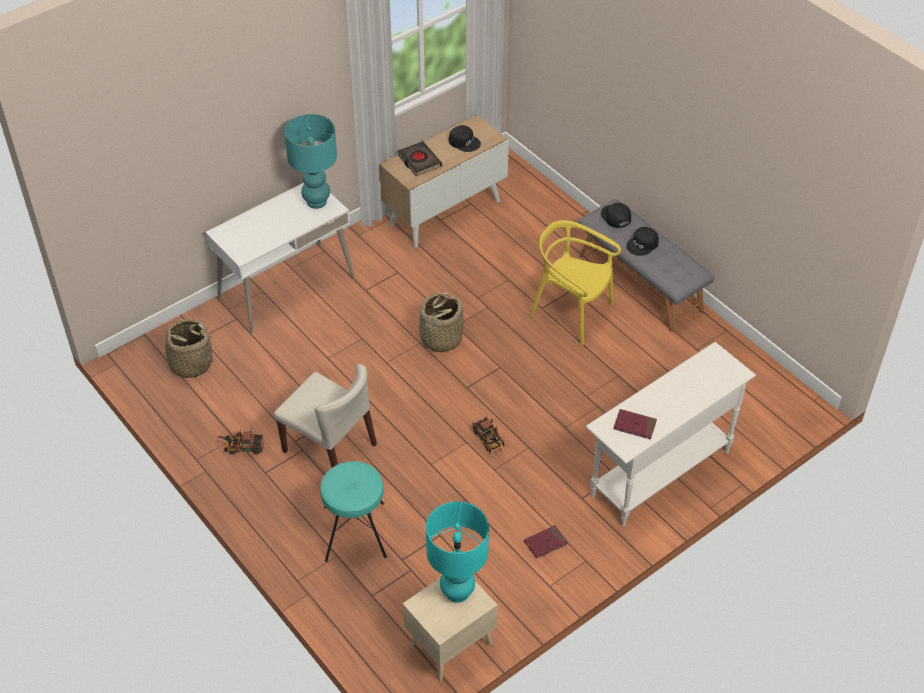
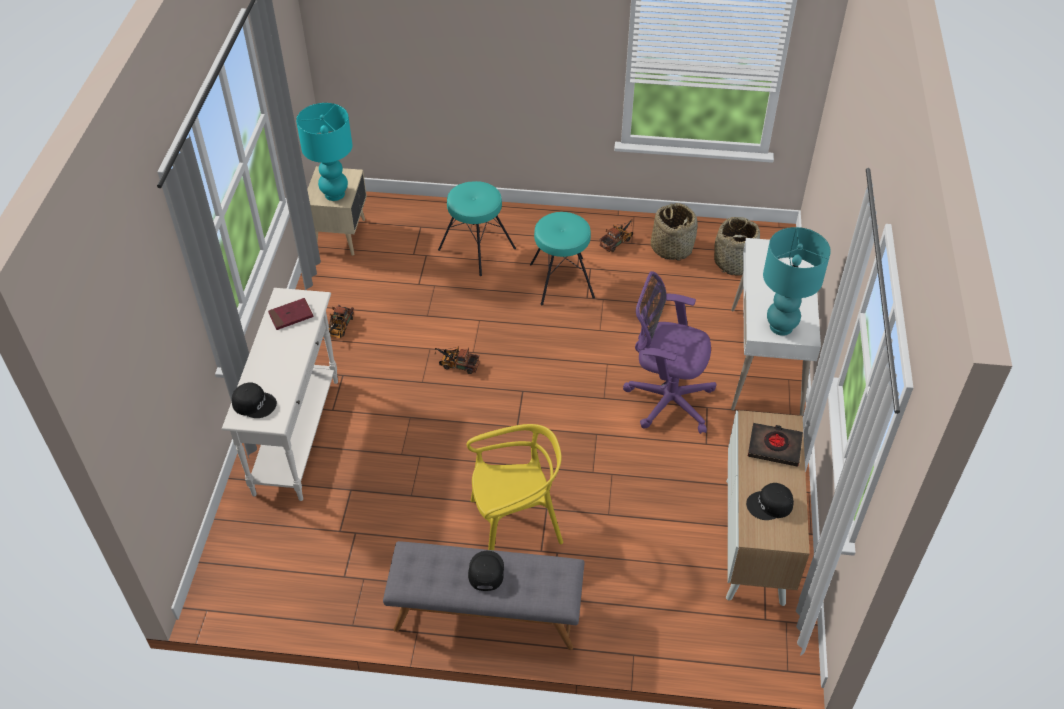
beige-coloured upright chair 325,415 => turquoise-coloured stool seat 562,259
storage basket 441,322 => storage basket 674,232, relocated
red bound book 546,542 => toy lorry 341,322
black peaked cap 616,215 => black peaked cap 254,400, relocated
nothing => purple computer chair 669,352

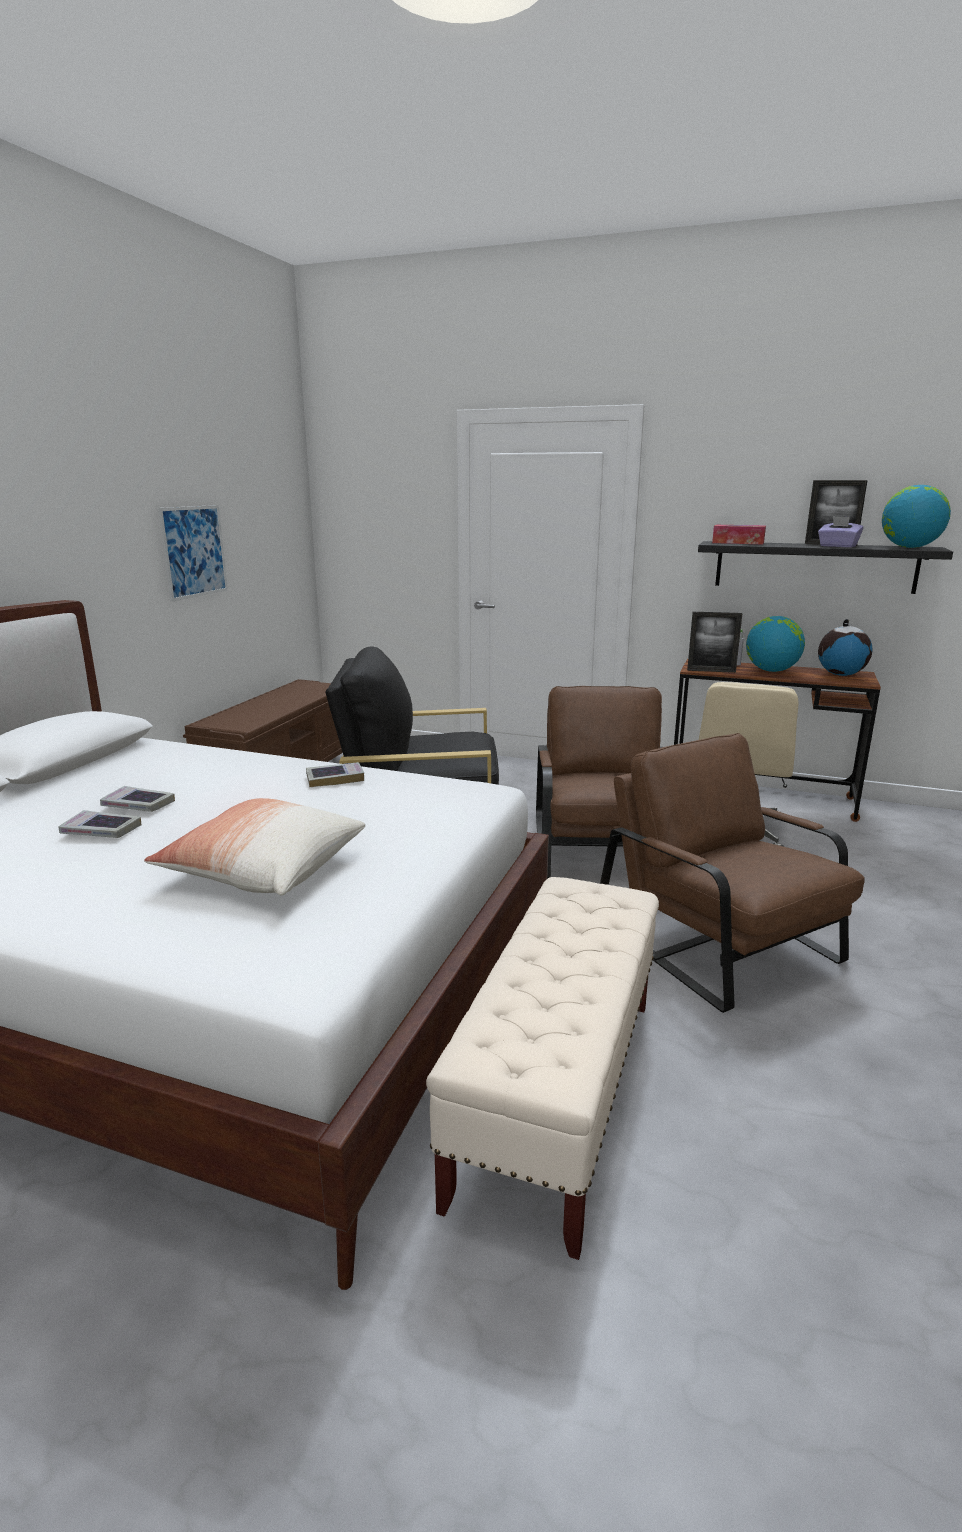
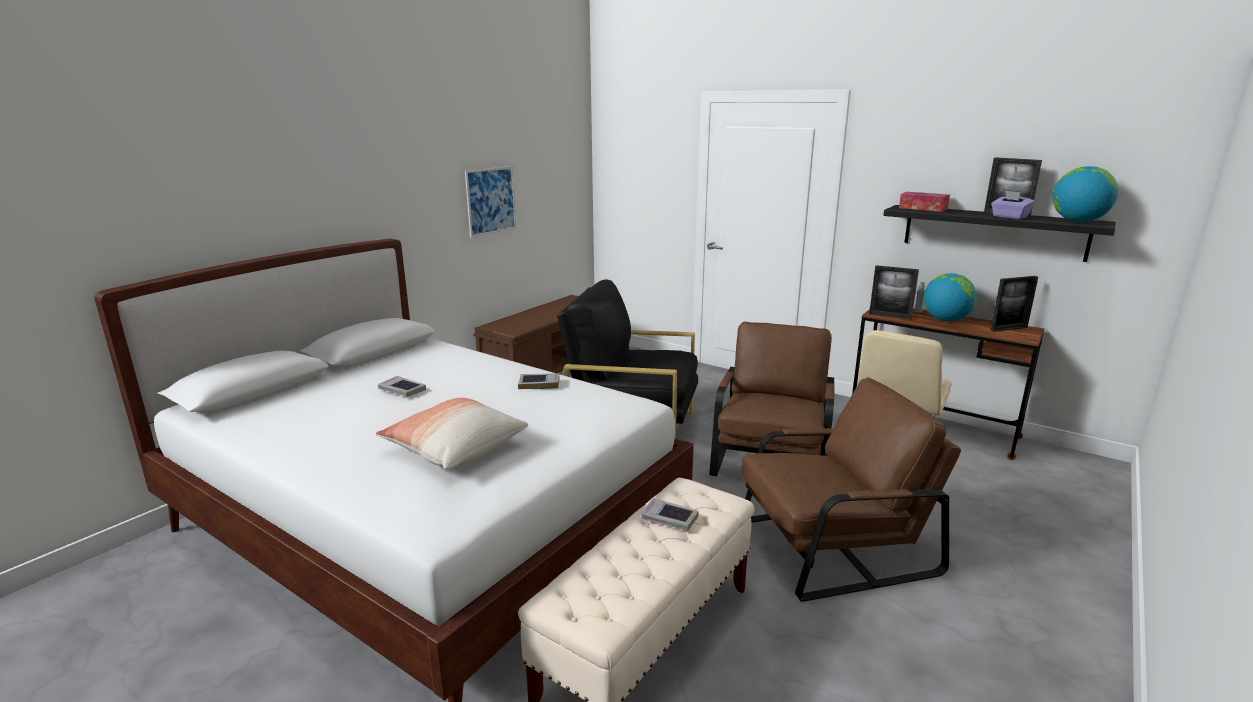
bound book 100,824 => bound book 670,514, relocated
brown armchair 732,873 => brown armchair 851,489, 90 degrees clockwise
globe 845,647 => picture frame 1014,304

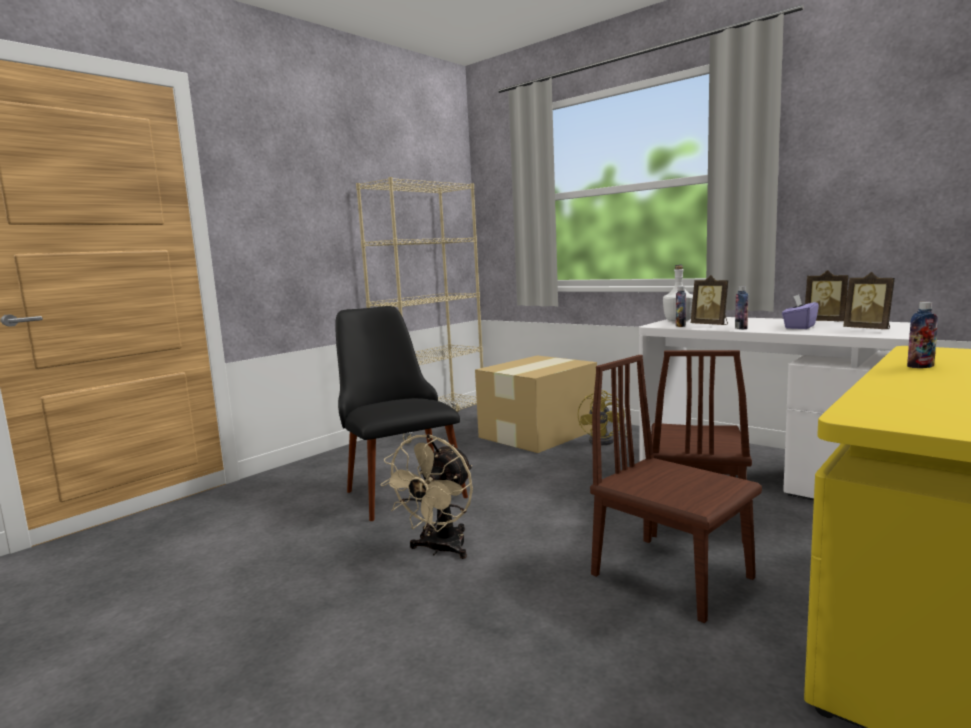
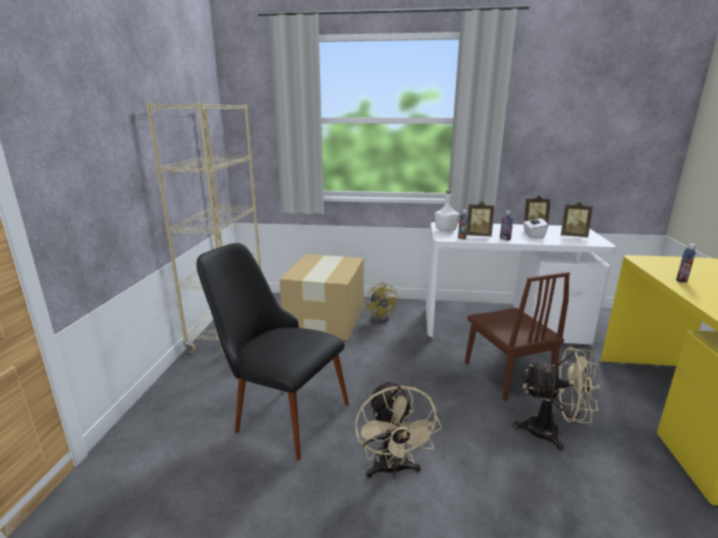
brown upright chair 676,489 => beige-coloured electric fan 557,399
purple tissue holder 800,312 => white-coloured tissue holder 535,226

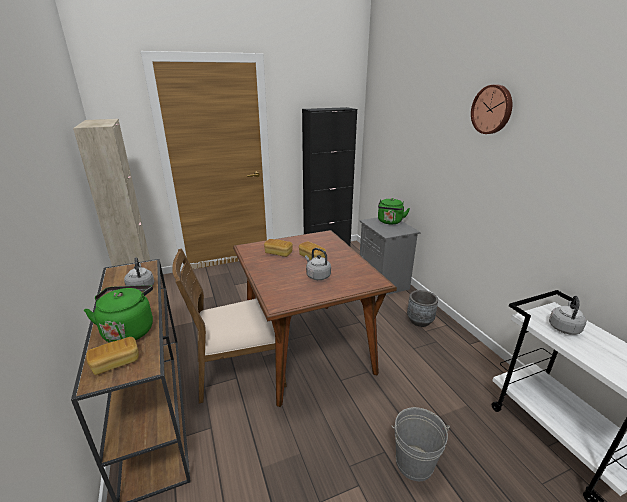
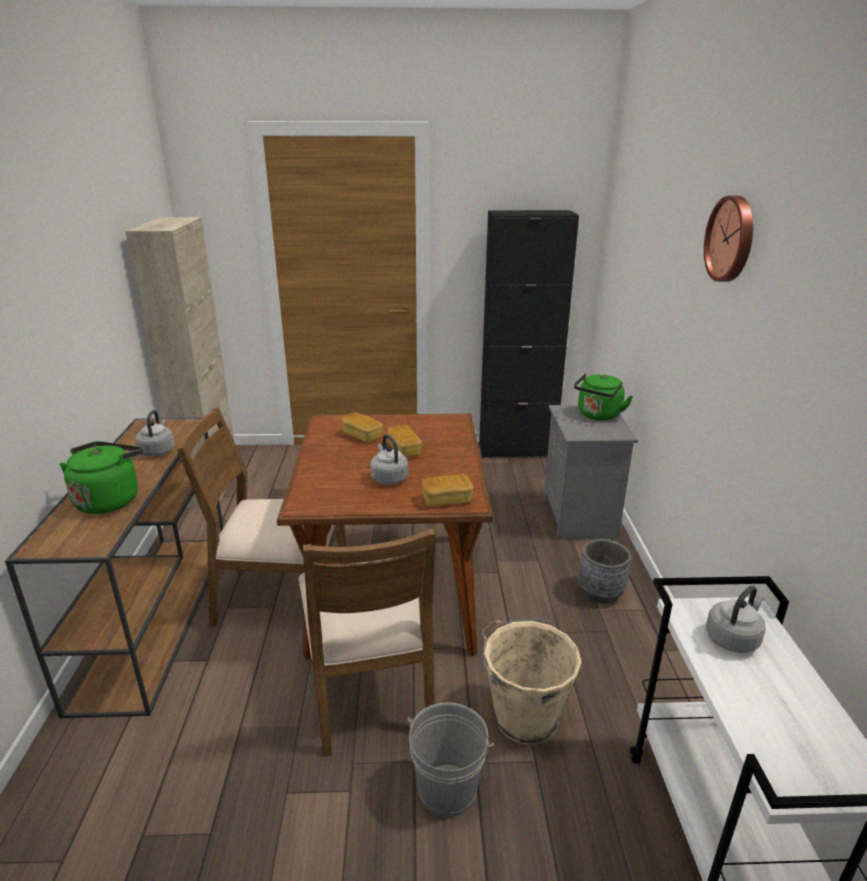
baked bread 112,356 => baked bread 447,490, relocated
nothing => brown upright chair 366,642
nothing => beige-coloured pail 531,682

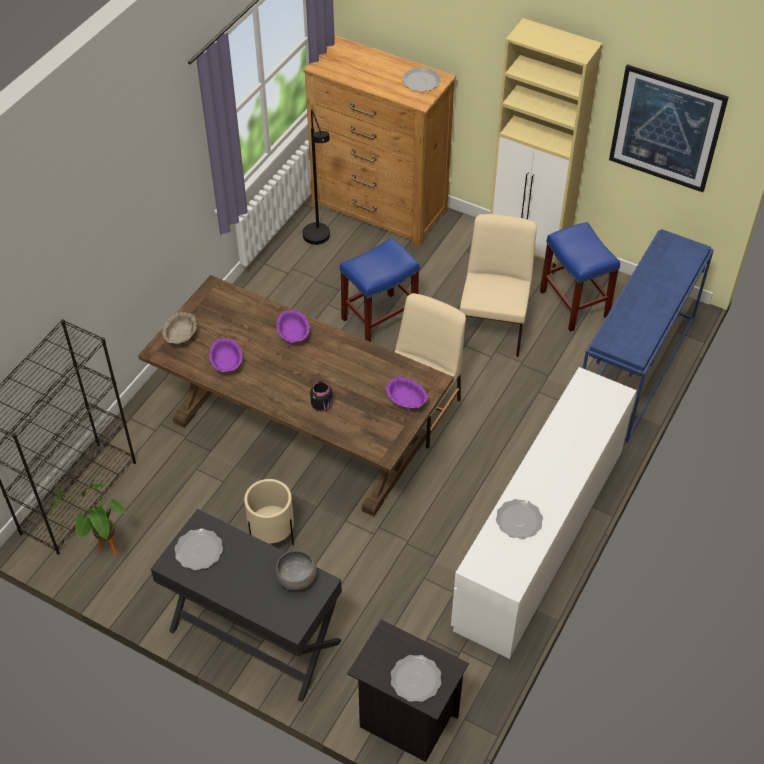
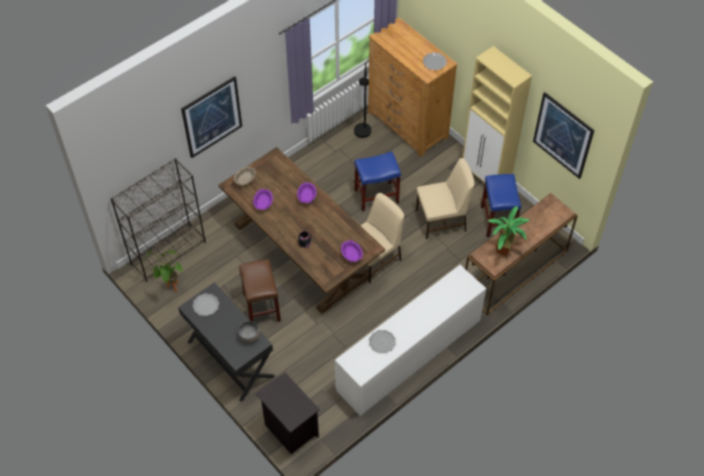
beige-coloured plant pot 269,512 => brown stool seat 260,290
plate 416,678 => nothing
beige-coloured upright chair 498,285 => beige-coloured upright chair 445,199, 45 degrees clockwise
blue-coloured console table 648,335 => brown console table 521,254
nothing => wall picture 211,117
nothing => houseplant 508,231

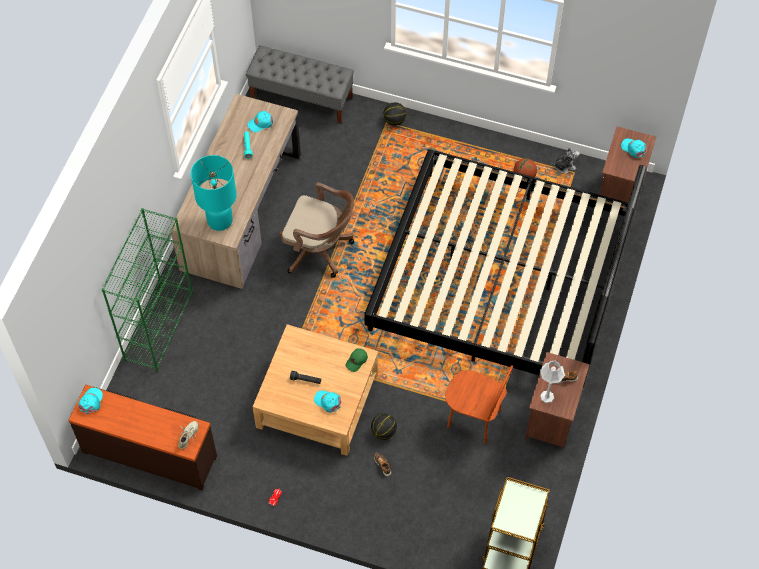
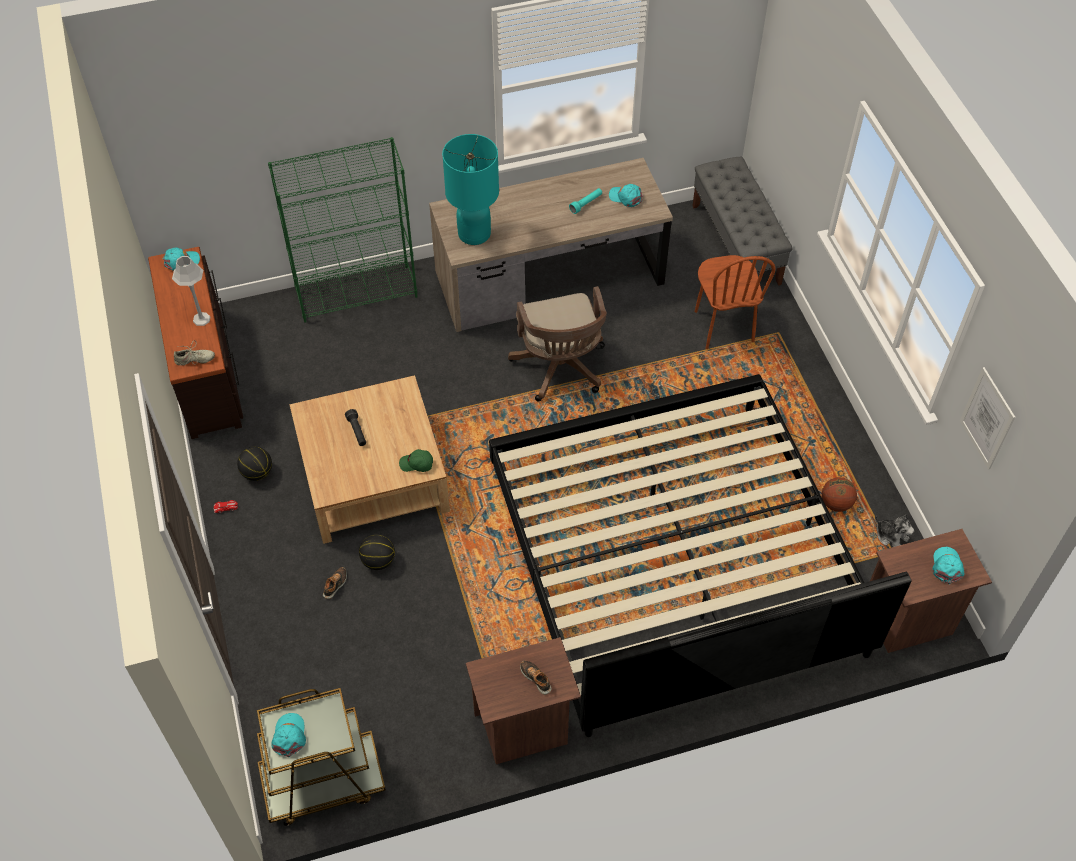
turquoise-coloured peaked cap 327,401 => turquoise-coloured peaked cap 288,735, relocated
basketball ball 394,114 => basketball ball 254,464, relocated
brown upright chair 479,404 => brown upright chair 735,302, relocated
greyish lamp for a table 552,382 => greyish lamp for a table 191,291, relocated
nothing => wall picture 987,418

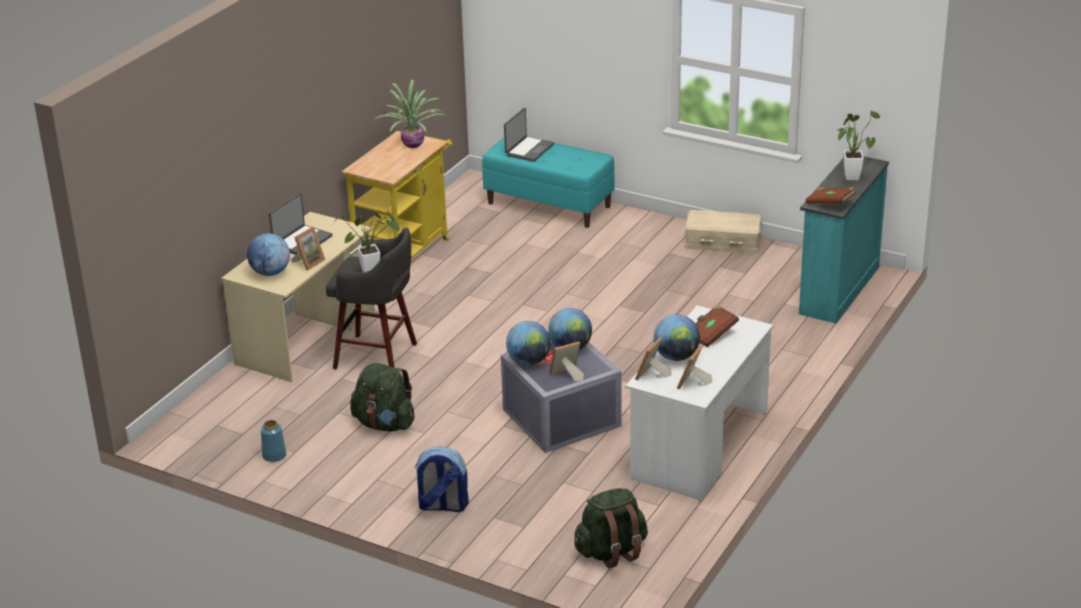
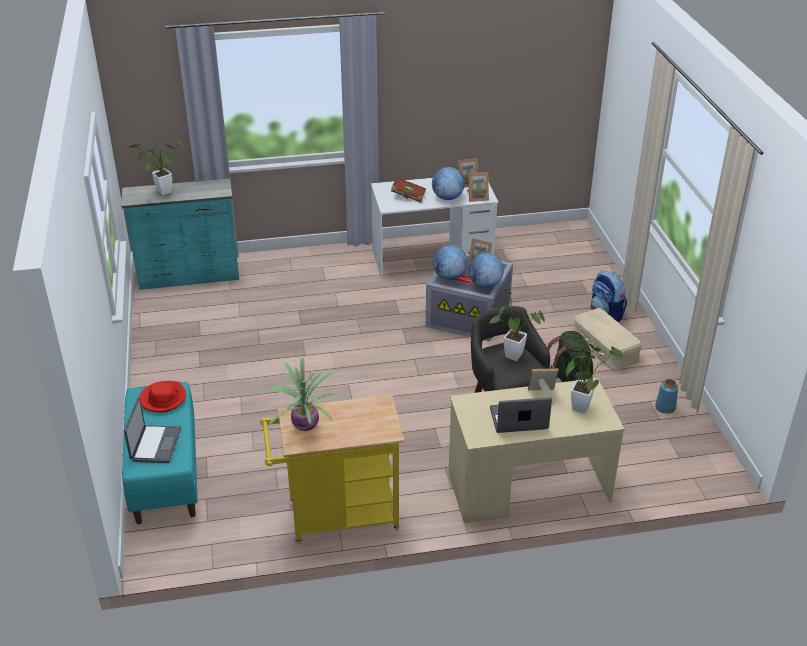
globe 268,254 => houseplant 594,379
laptop 529,135 => laptop 152,430, 105 degrees clockwise
green knapsack 611,528 => nothing
beige-coloured storage container 723,232 => beige-coloured storage container 608,339, relocated
brown bound book 831,194 => nothing
nothing => red wearable hat 162,397

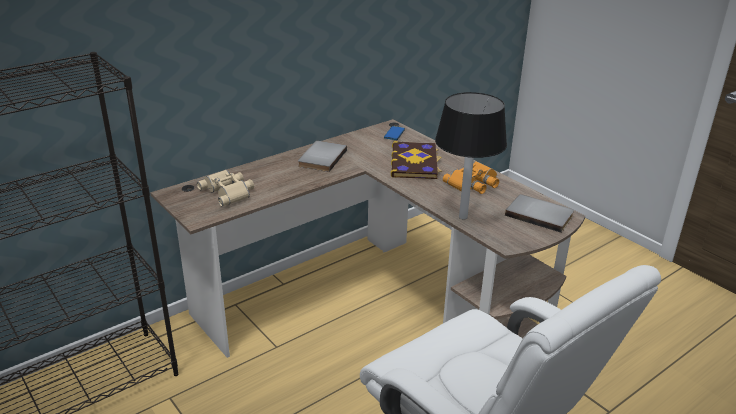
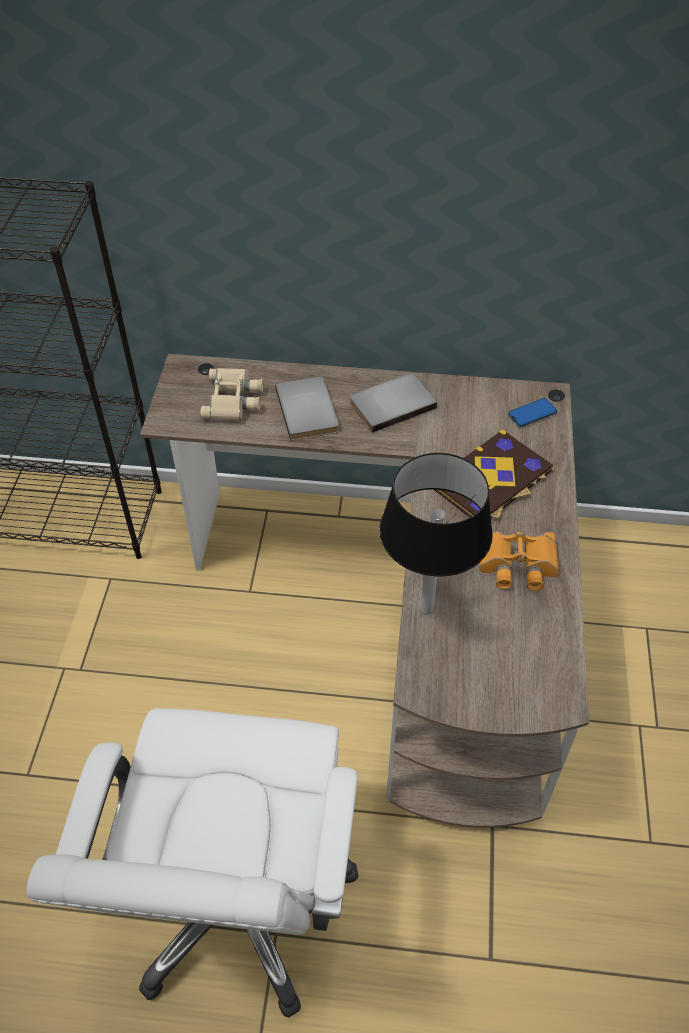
greyish bound book 539,213 => greyish bound book 307,408, relocated

